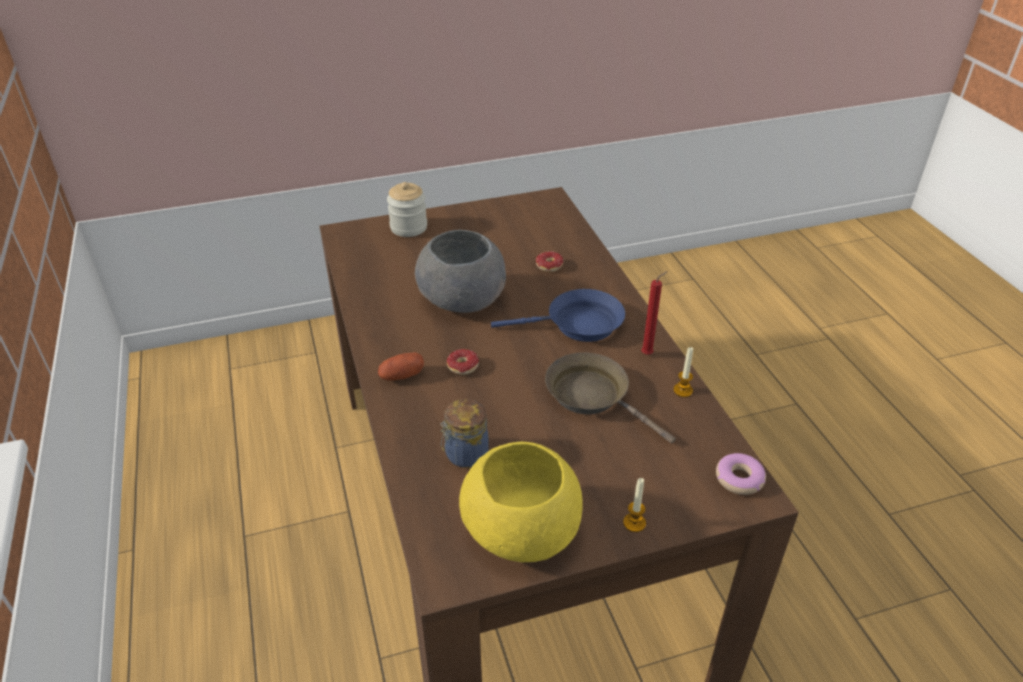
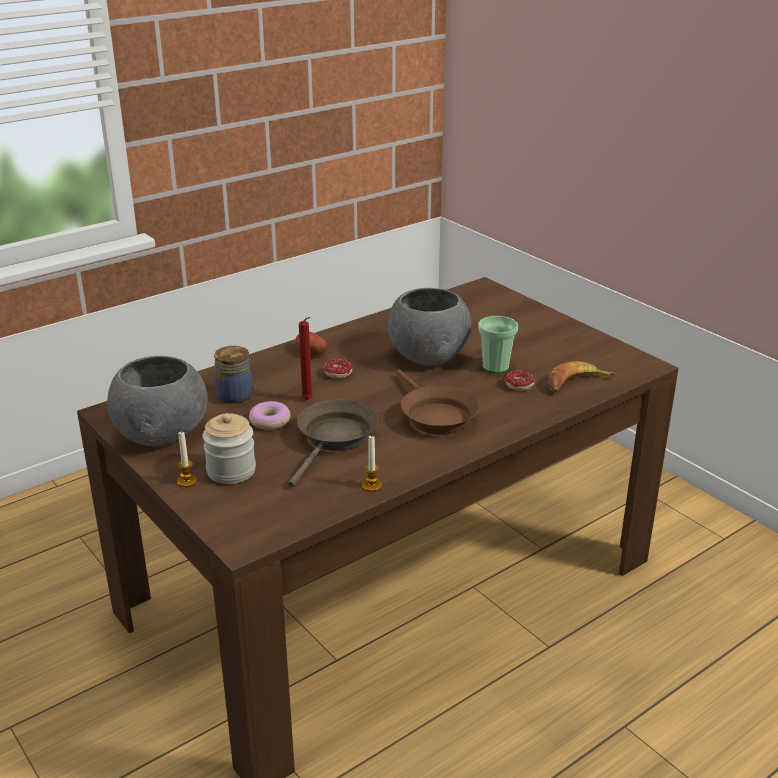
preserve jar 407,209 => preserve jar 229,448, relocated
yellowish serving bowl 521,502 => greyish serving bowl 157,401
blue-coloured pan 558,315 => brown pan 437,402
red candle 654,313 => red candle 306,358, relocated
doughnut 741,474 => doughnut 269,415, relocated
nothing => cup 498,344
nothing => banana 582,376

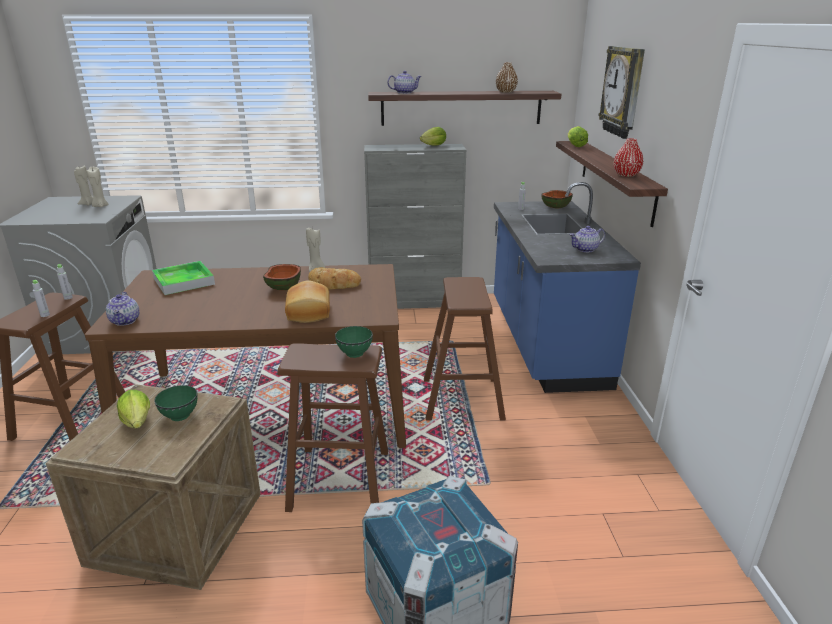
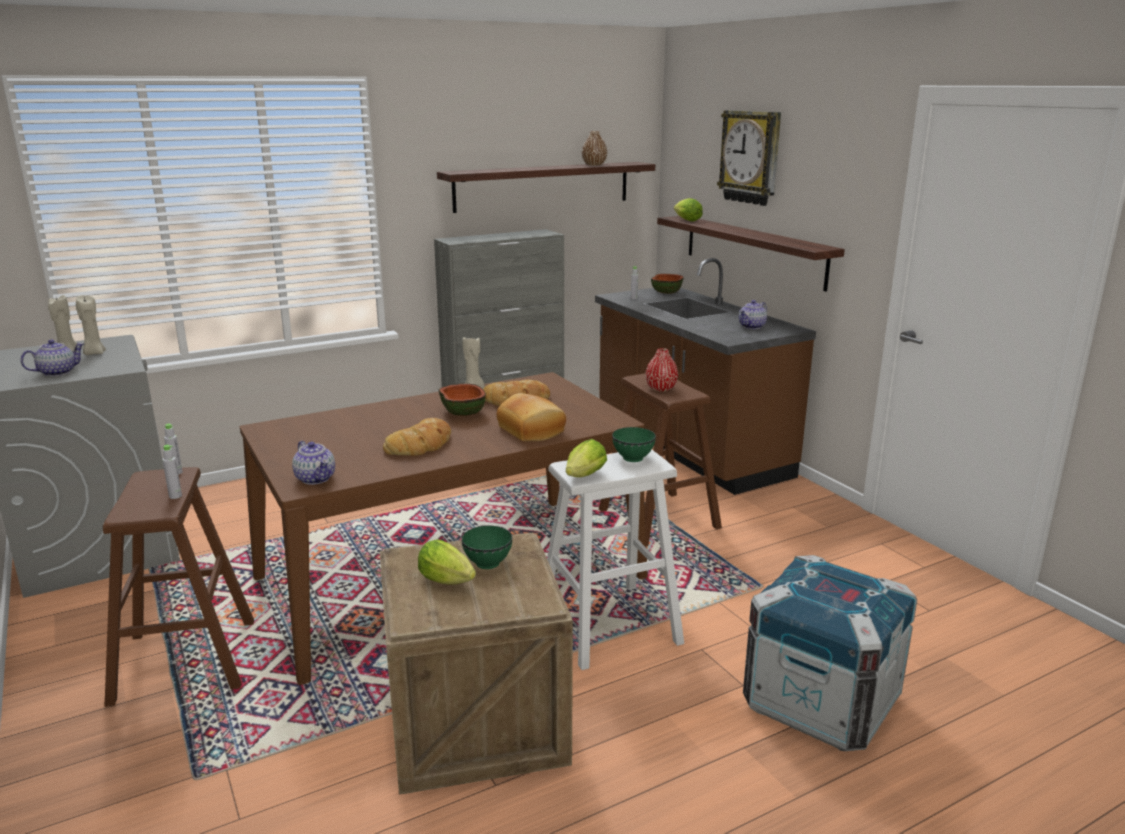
serving tray 183,278 => nothing
brown stool seat 333,427 => white-coloured stool seat 615,560
teapot 404,82 => teapot 52,358, relocated
lettuce head 433,136 => lettuce head 586,458, relocated
blue-coloured counter 567,287 => brown counter 705,376
red decorative vase 628,157 => red decorative vase 661,370, relocated
nothing => baked bread 417,437

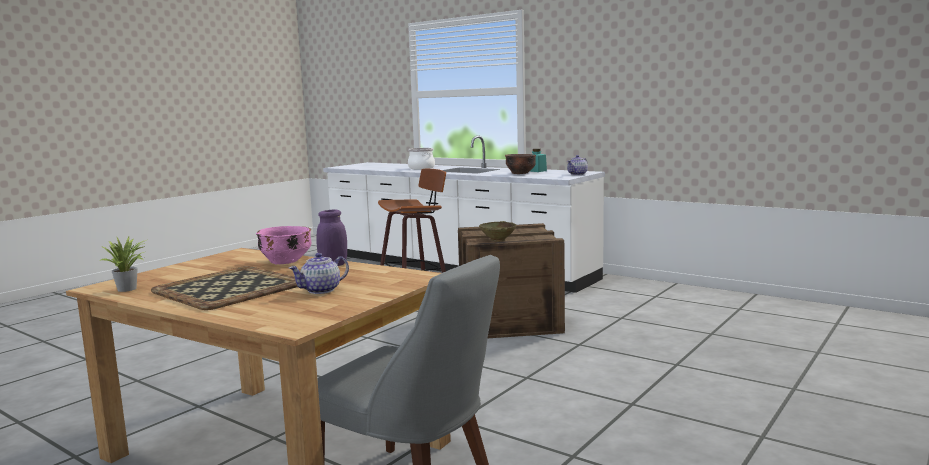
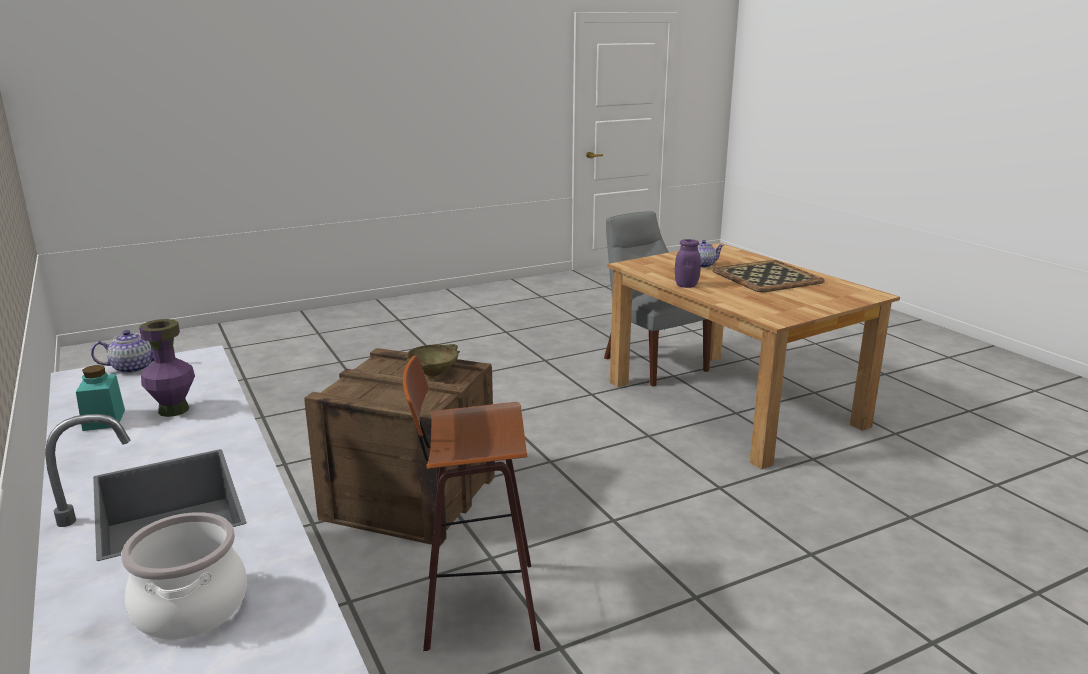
houseplant 123,264 => nothing
pink serving bowl 283,245 => nothing
brown serving bowl 520,164 => purple decorative vase 167,368

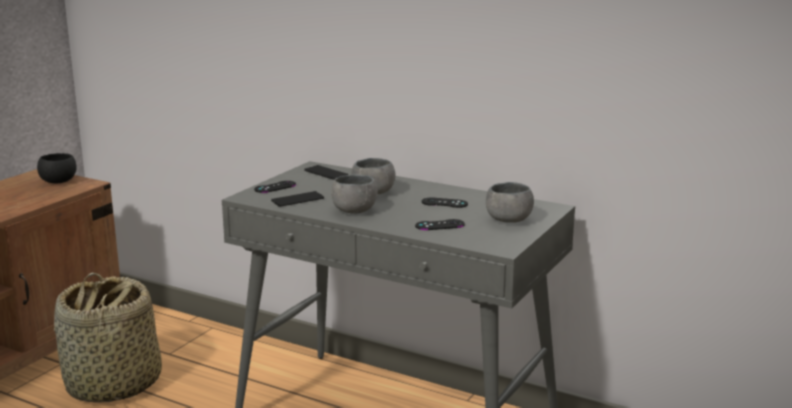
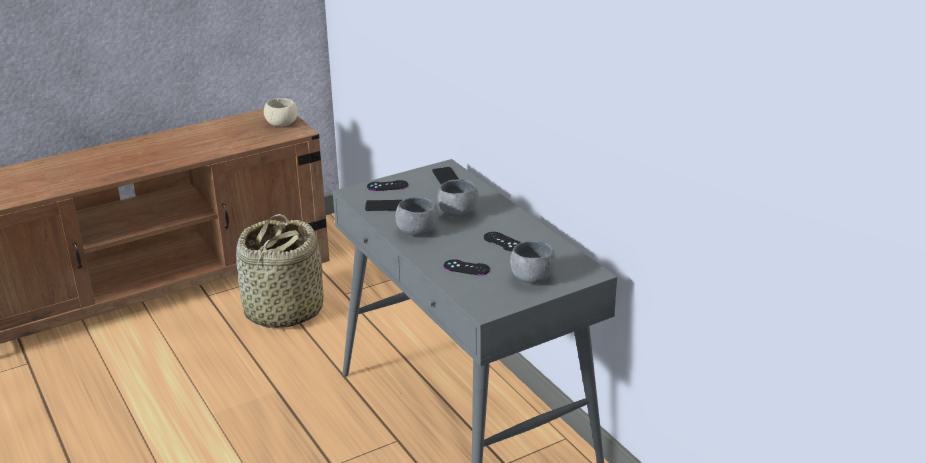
black serving bowl 57,168 => beige-coloured serving bowl 281,112

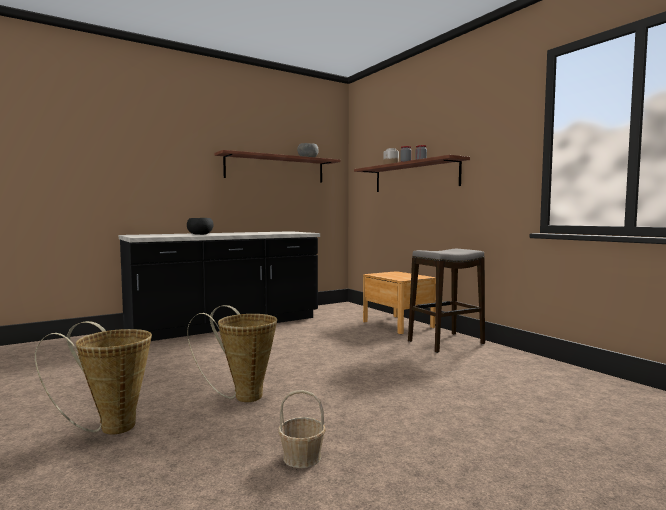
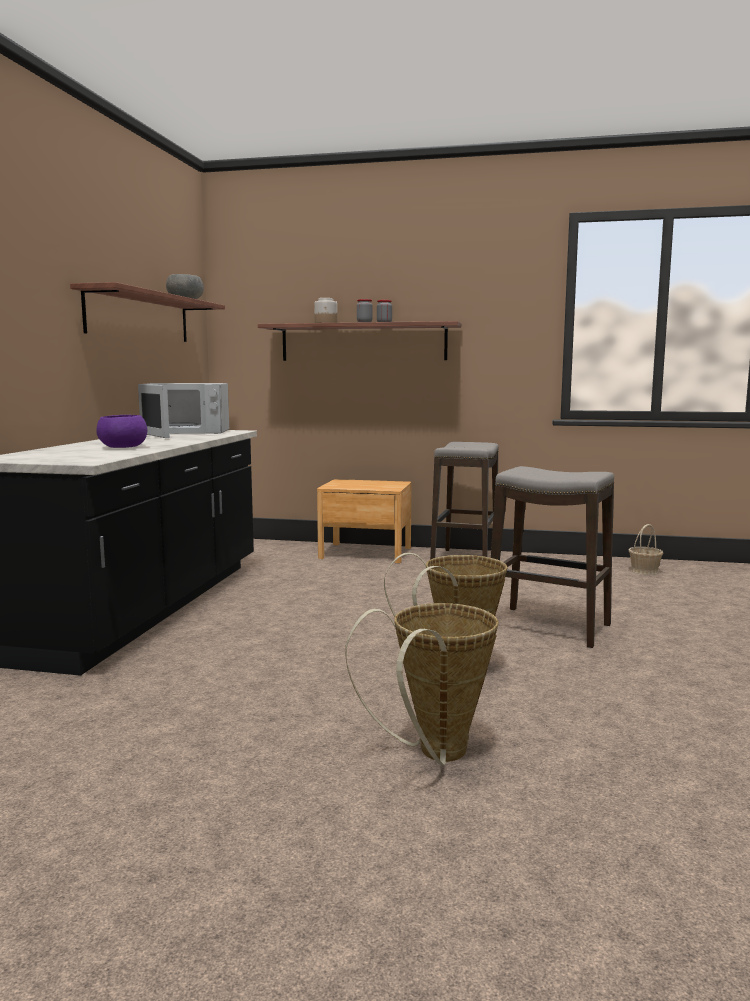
black serving bowl 200,226 => purple serving bowl 122,431
storage basket 302,429 => storage basket 646,549, relocated
nothing => white-coloured microwave 183,410
nothing => stool seat 552,557

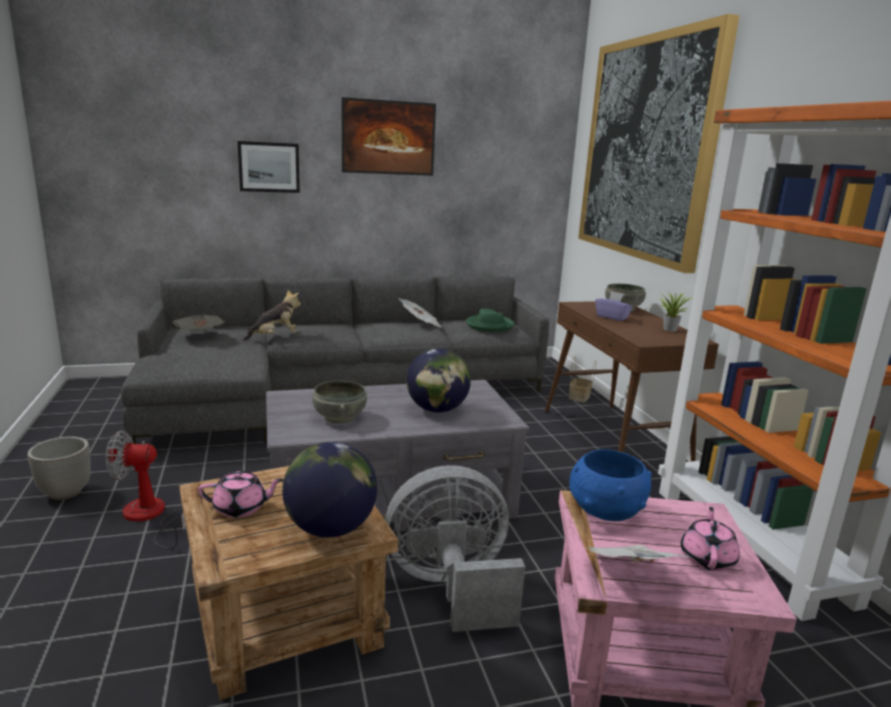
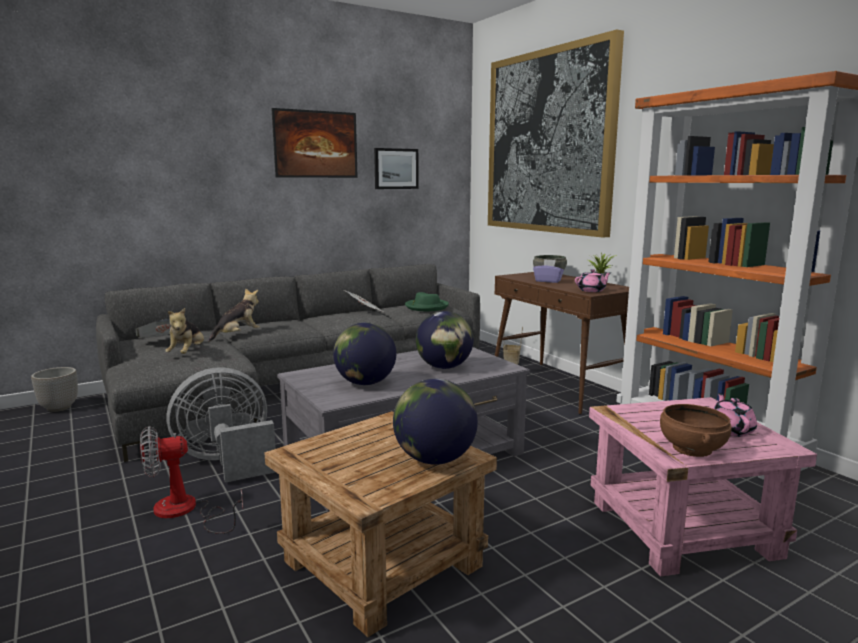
plant pot 59,468 => plant pot 54,389, relocated
pink teapot 240,494 => pink teapot 593,280, relocated
wall picture 268,167 => wall picture 396,168, relocated
greyish serving bowl 339,402 => globe 364,353
greyish electric fan 455,548 => greyish electric fan 221,425, relocated
blue-coloured serving bowl 610,485 => nothing
printed paper 639,554 => brown serving bowl 696,430
nothing => cuddly toy 184,331

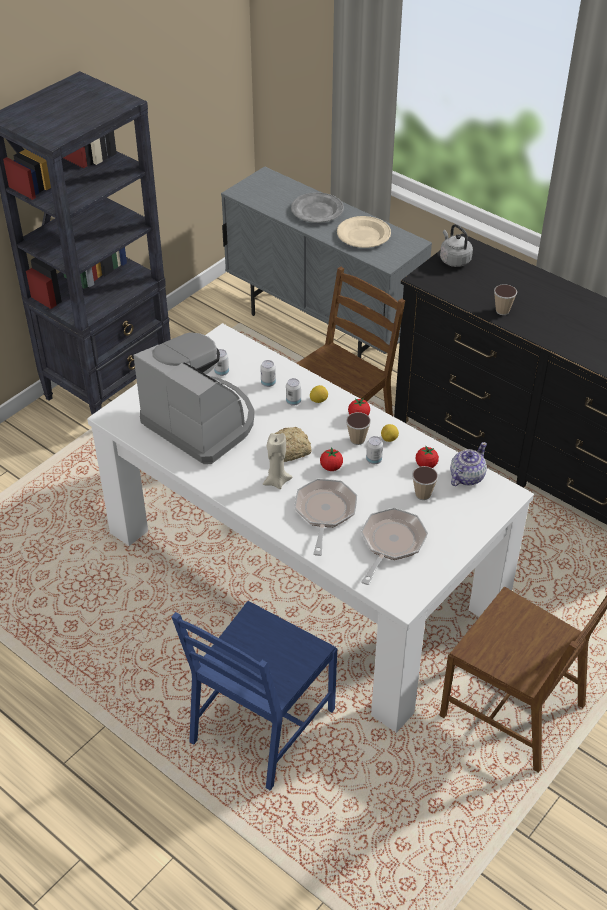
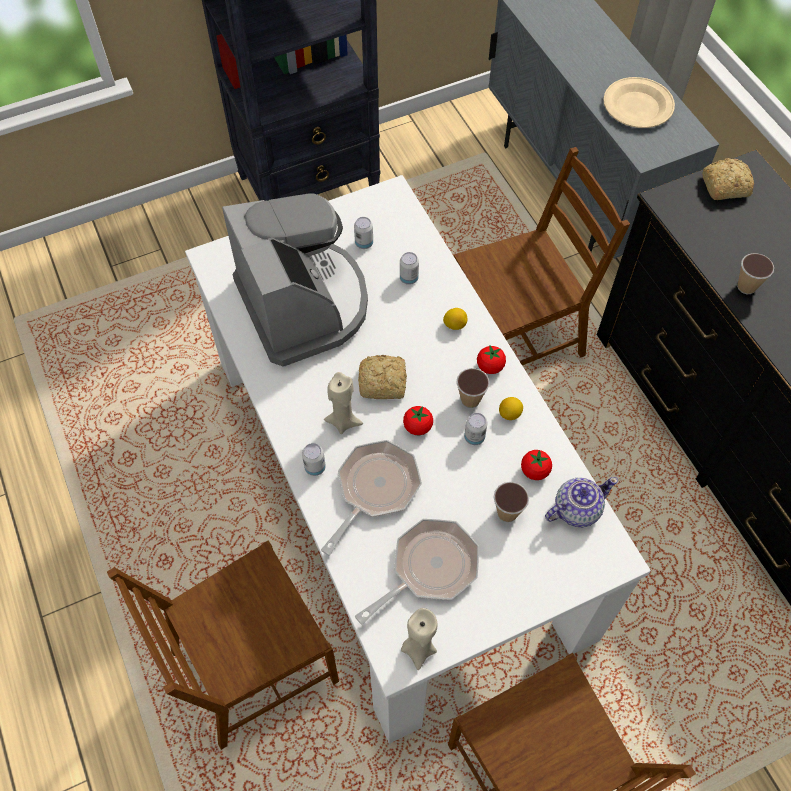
blue-coloured upright chair 254,695 => brown upright chair 223,645
can 293,392 => can 314,459, relocated
greyish plate 317,208 => nothing
greyish kettle 456,245 => baked bread 728,179
nothing => beige-coloured candle 419,639

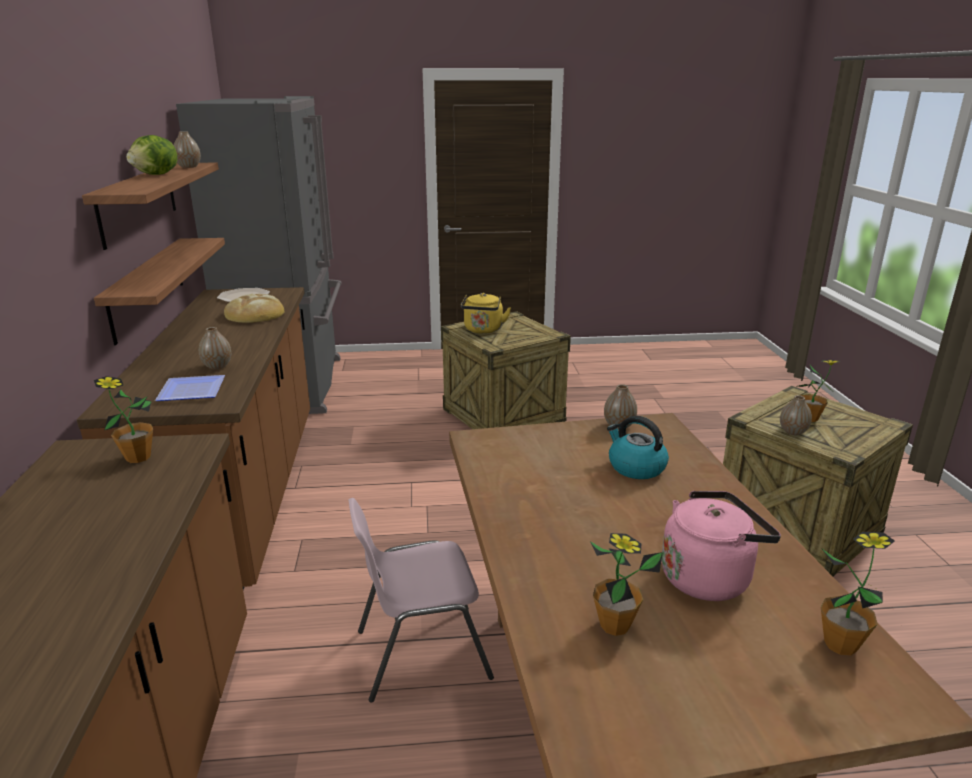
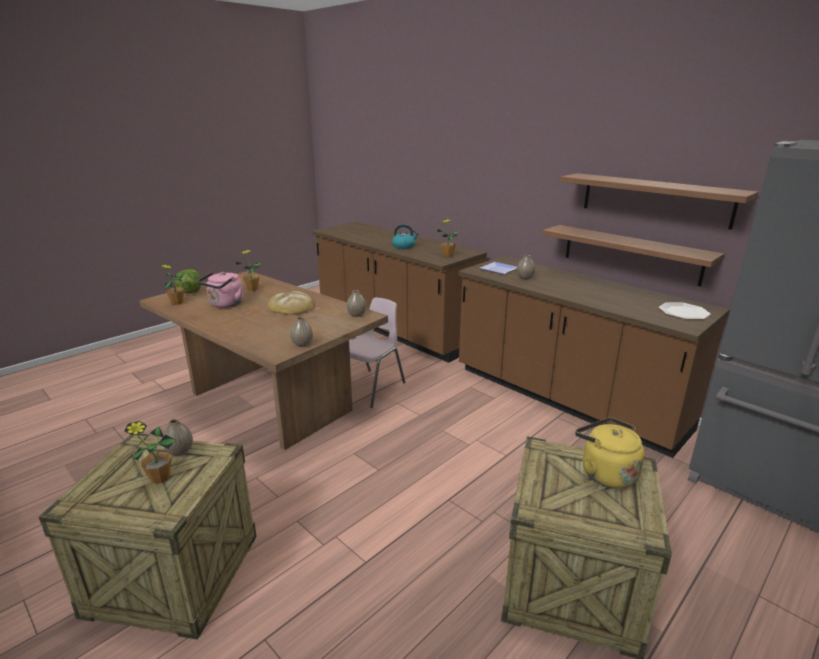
lettuce head 151,155 => lettuce head 187,281, relocated
decorative vase 187,149 => decorative vase 356,303, relocated
baked bread 254,308 => baked bread 290,303, relocated
kettle 638,447 => kettle 405,236, relocated

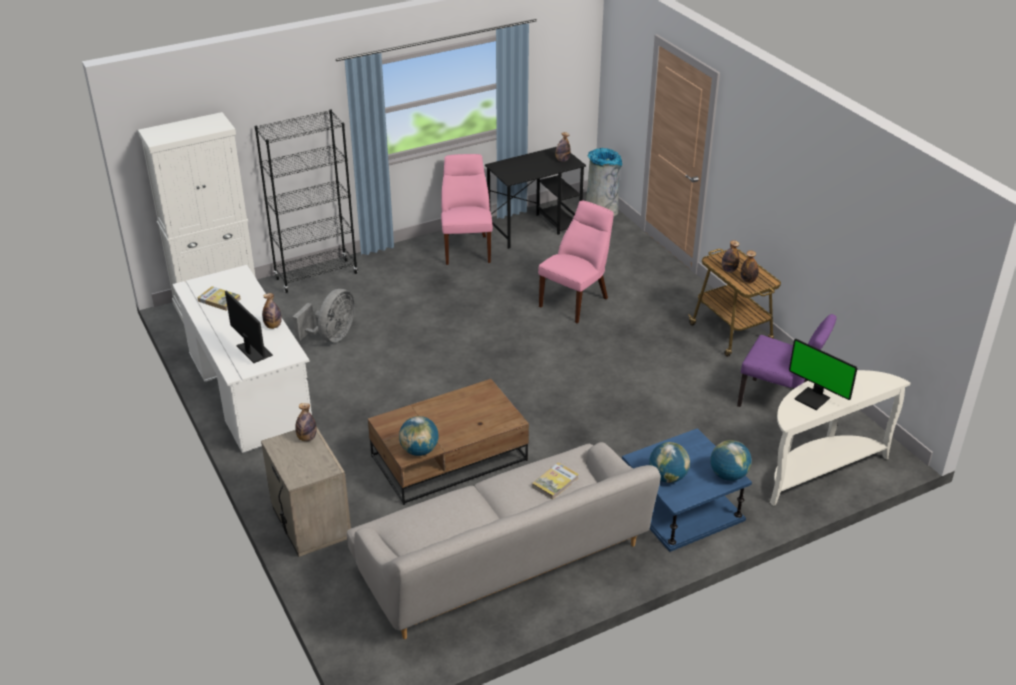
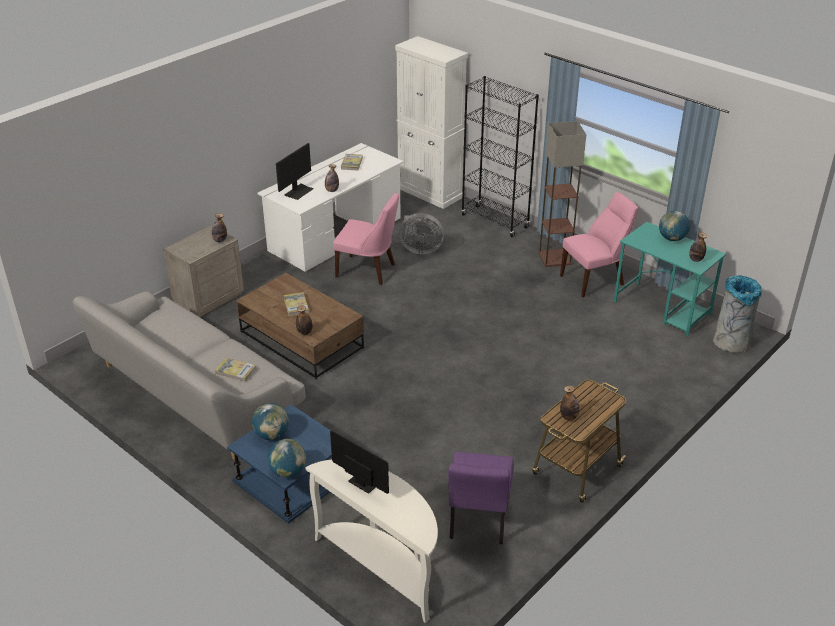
globe 419,436 => globe 674,226, relocated
black desk 535,198 => turquoise-coloured desk 670,279
pink upright chair 576,262 => pink upright chair 366,239, relocated
bottle 730,256 => bottle 304,320, relocated
computer screen 823,374 => computer screen 359,462, 105 degrees clockwise
nothing => bound book 296,304
nothing => standard lamp 562,194

